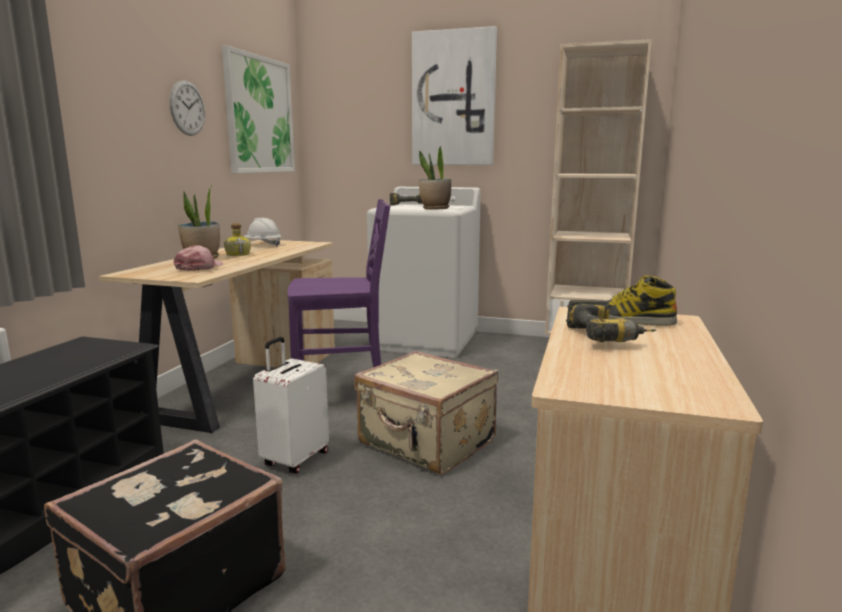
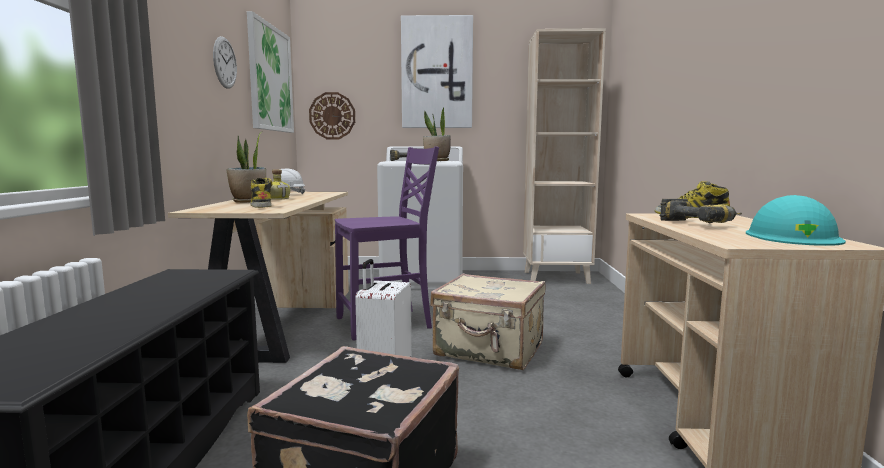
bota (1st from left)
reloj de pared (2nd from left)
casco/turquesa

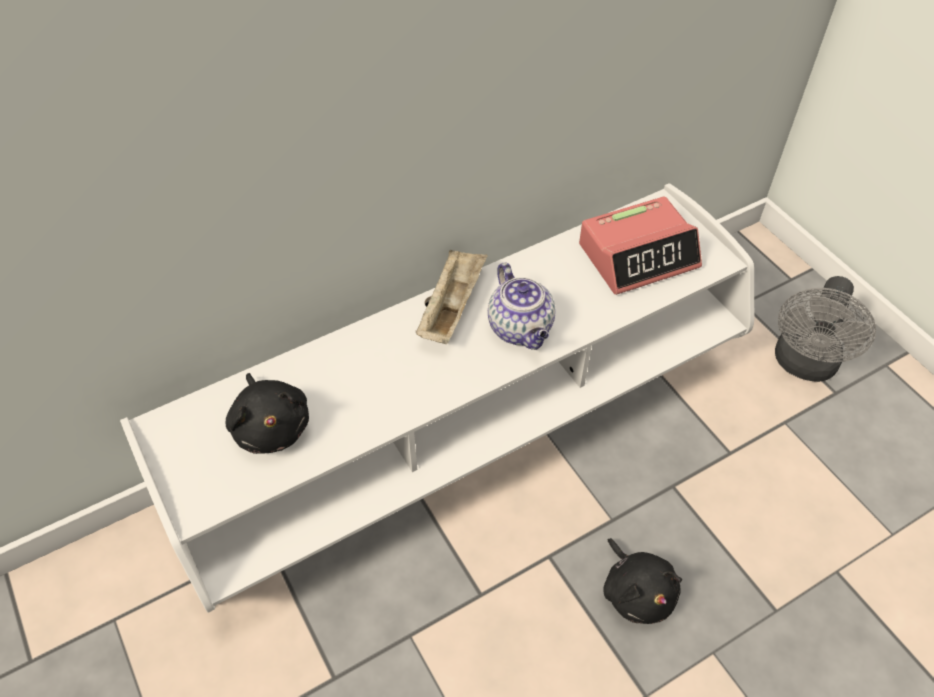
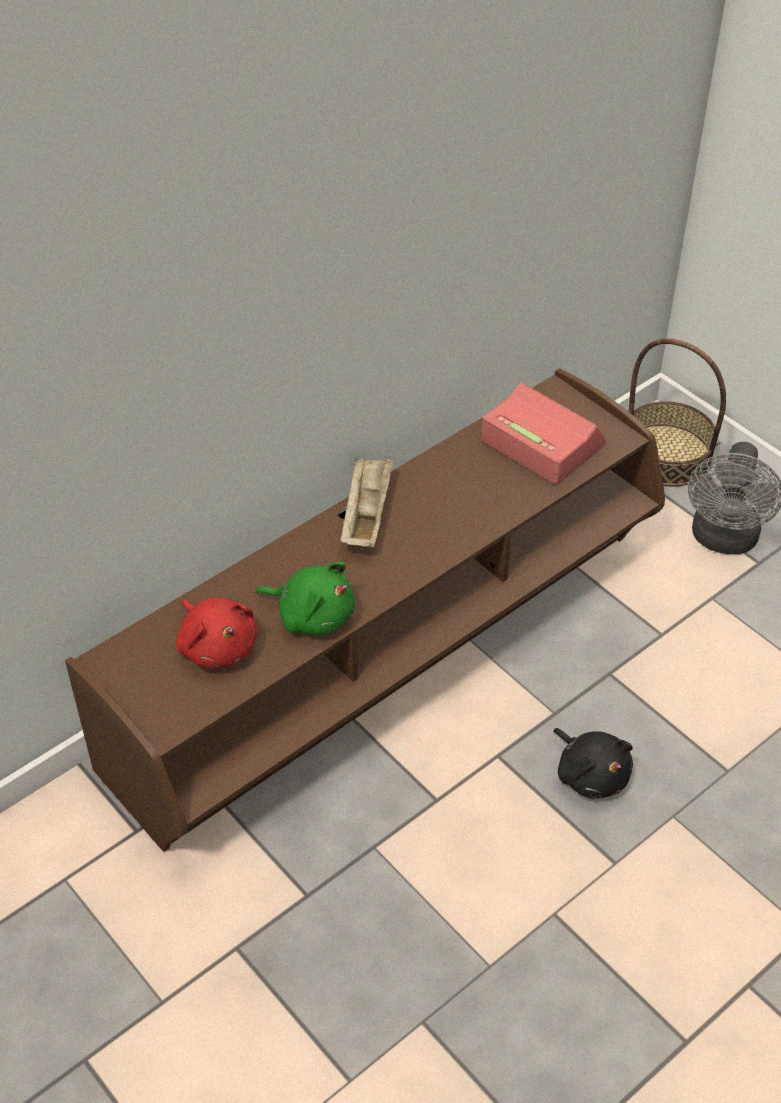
mueble de televisión/marrón
peluche/rojo
tetera
despertador
peluche/verde
cesta

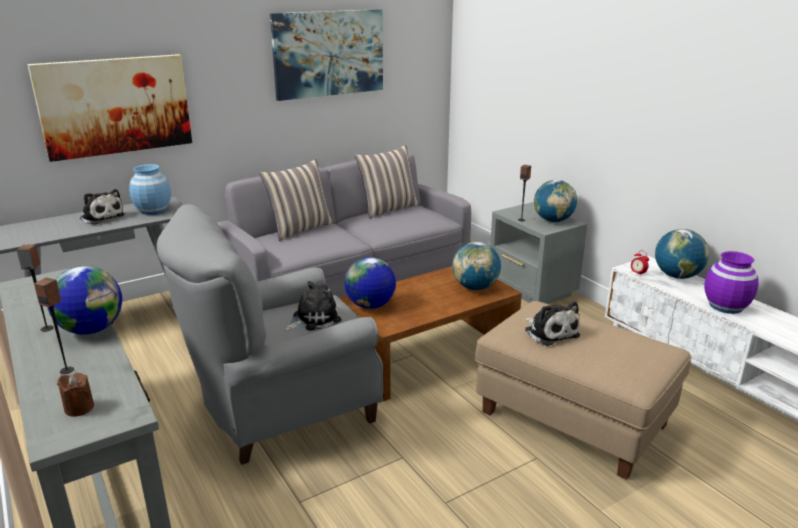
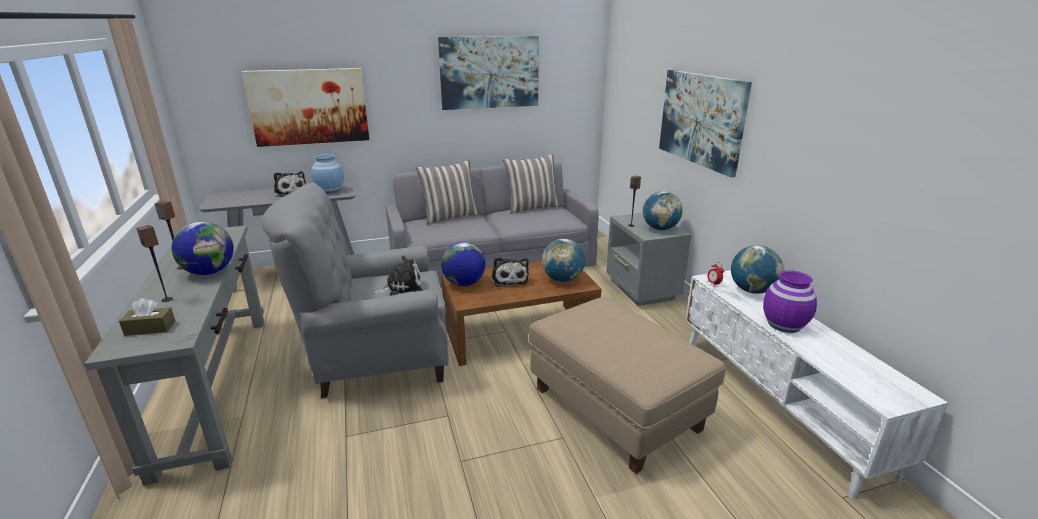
caja de pañuelos/marrón
peluche (3rd from left)
cuadro (3rd from left)

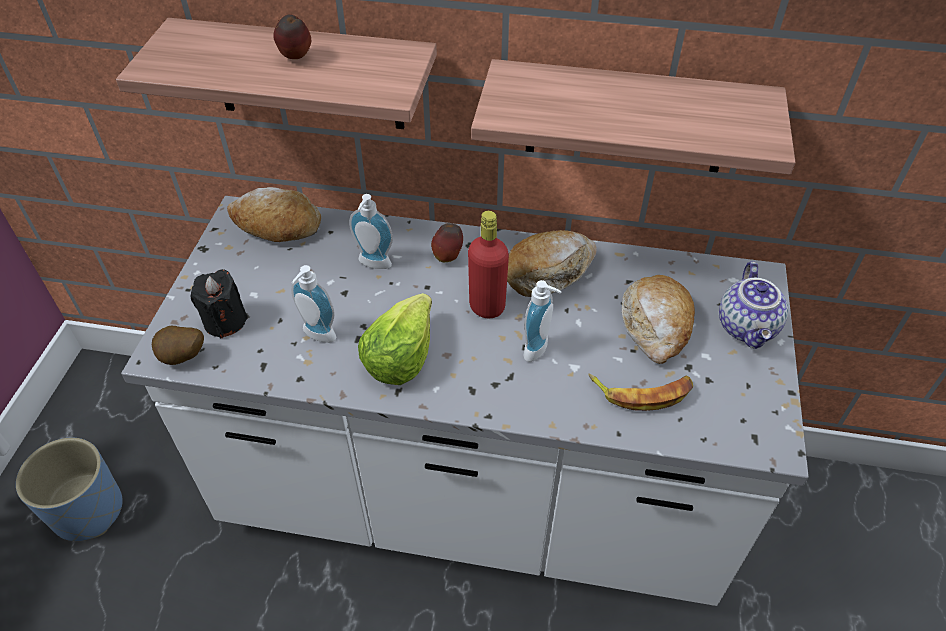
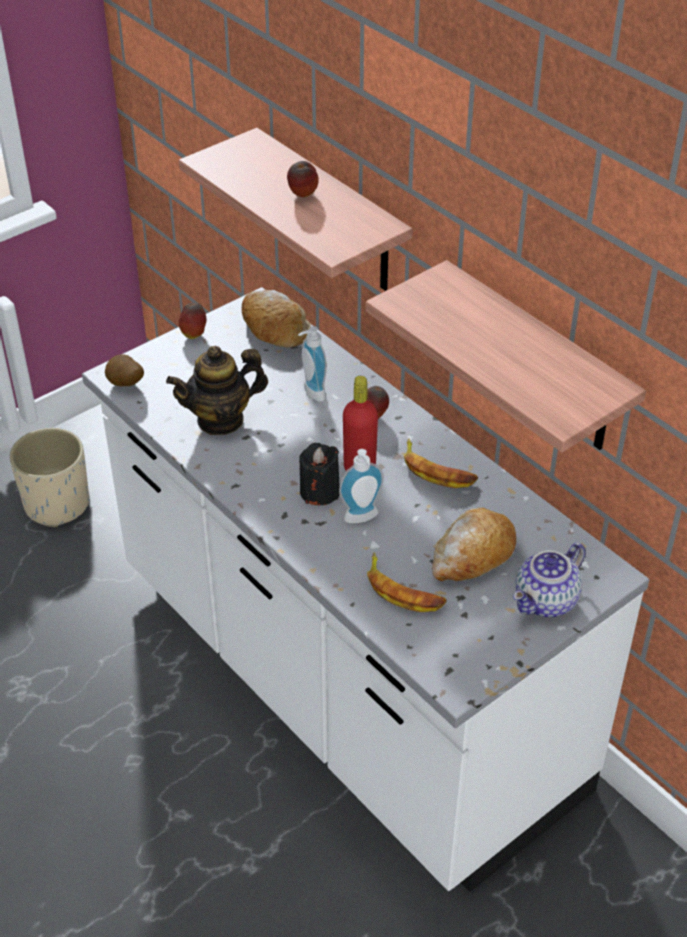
maceta/beis
vela/negro
tetera (1st from left)
lechuga
plátano (2nd from left)
manzana (1st from left)

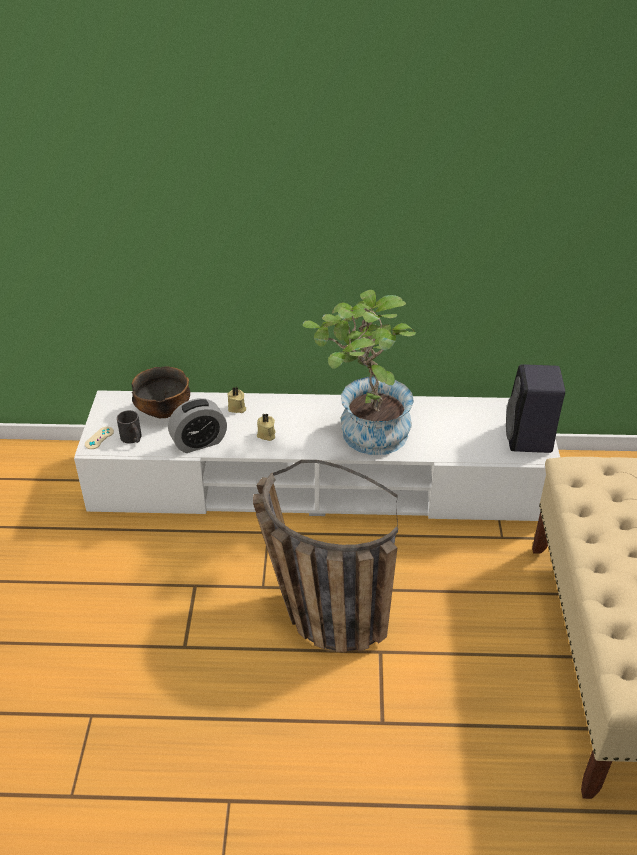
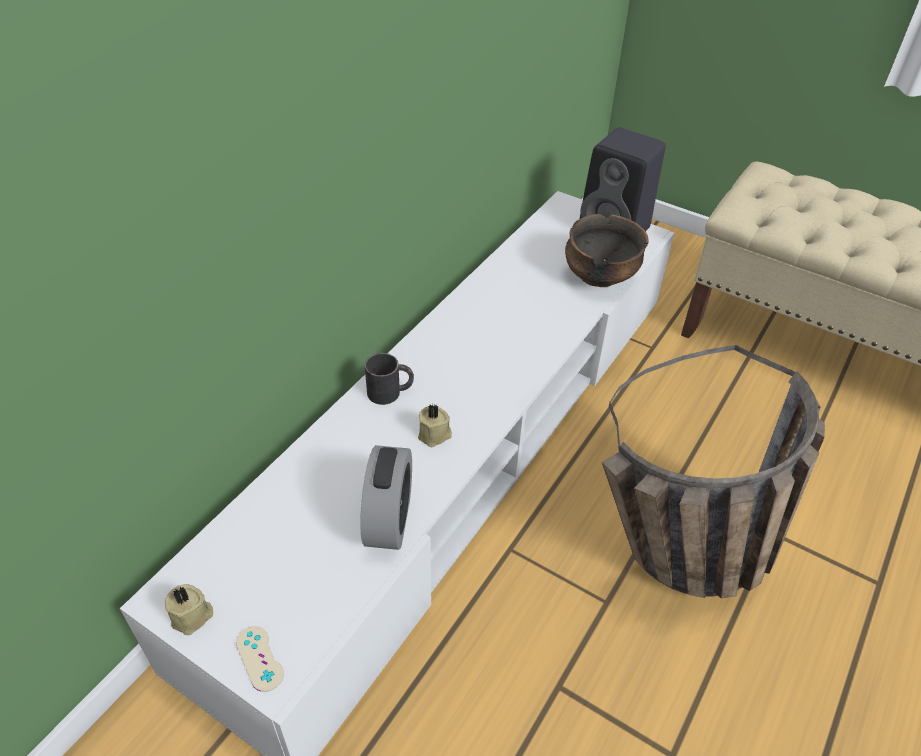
taza grande/negro
cuenco
vela/beis (1st from left)
planta en maceta

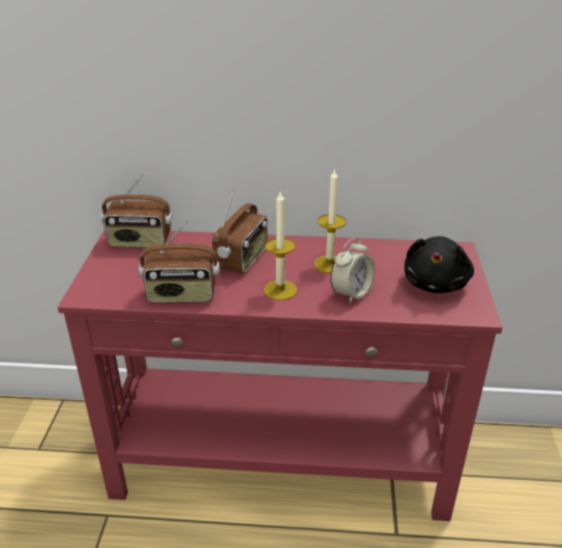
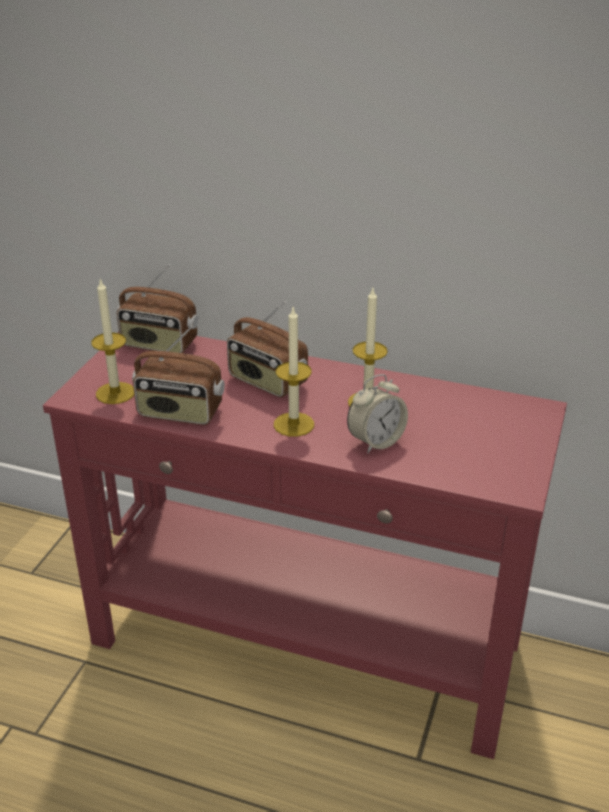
radio (3rd from left)
peluche/negro
vela (1st from left)

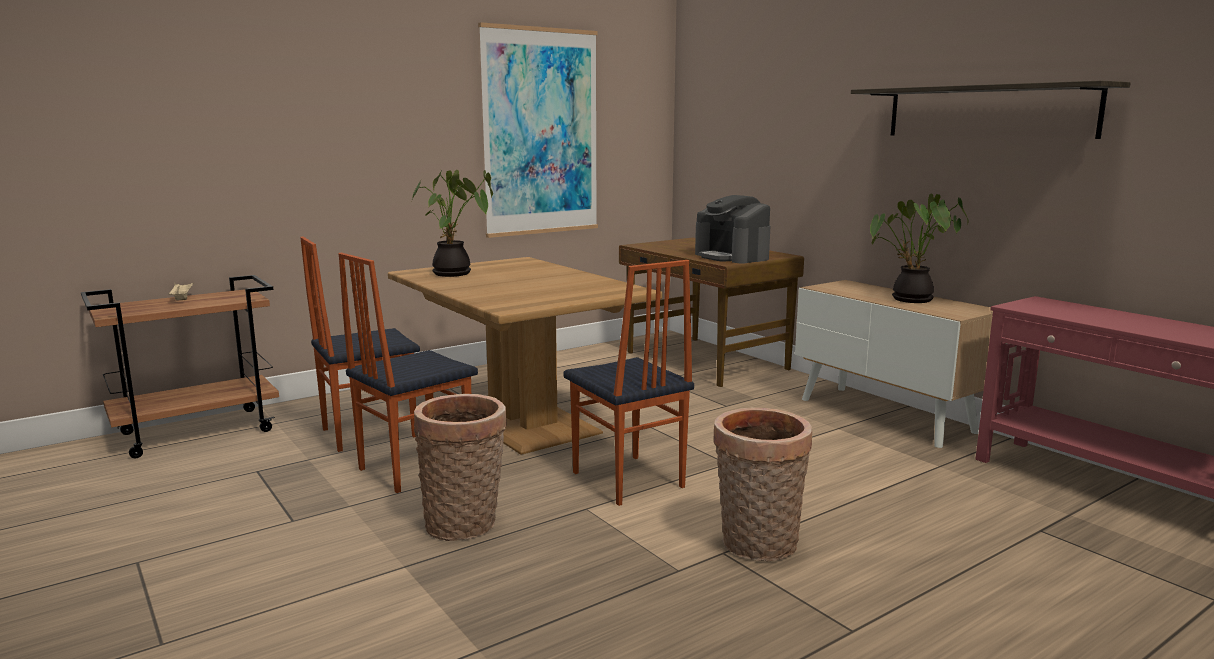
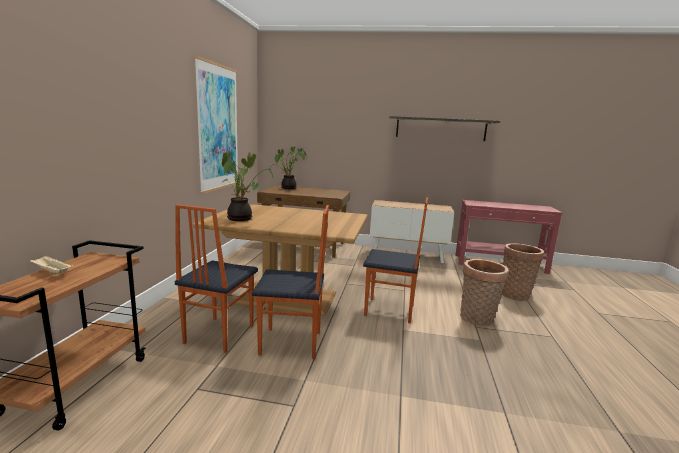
silla (2nd from left)
cesta (2nd from left)
cafetera
planta en maceta (2nd from left)

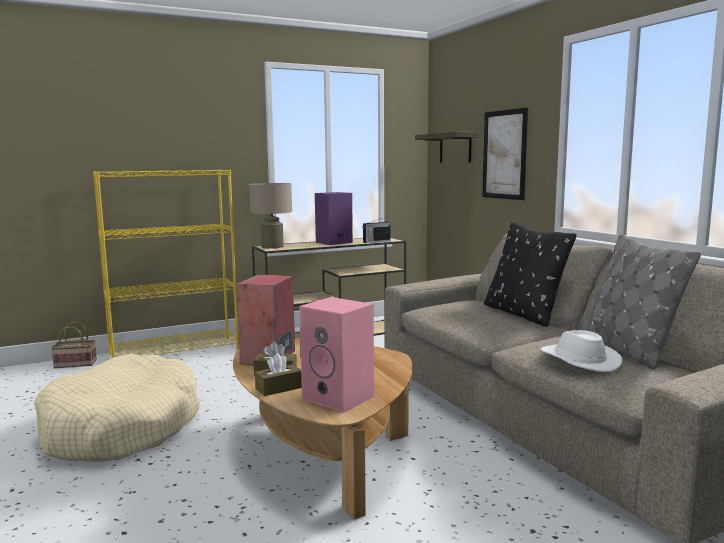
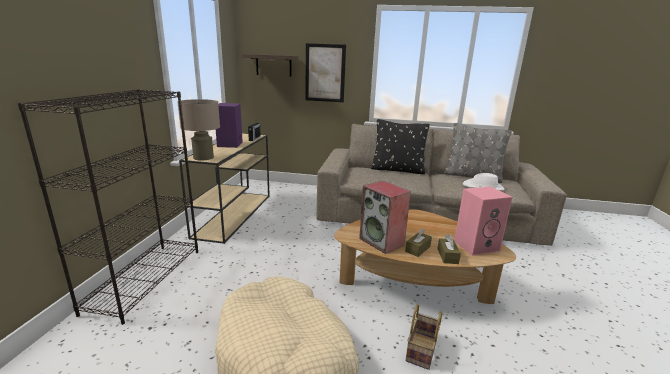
cesta
estantería/negro

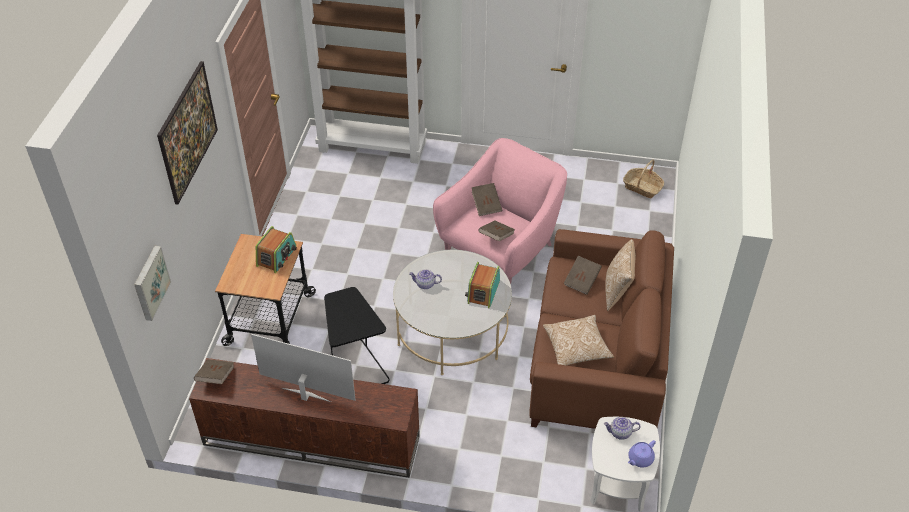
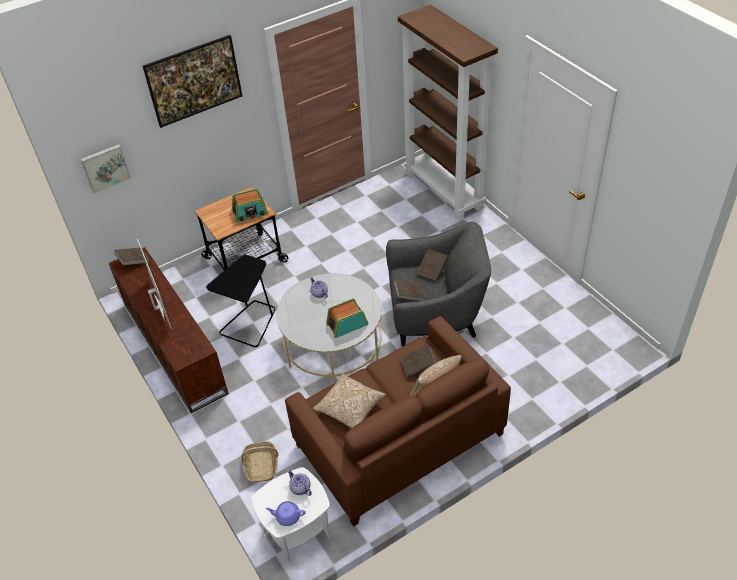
sillón/gris
cesta

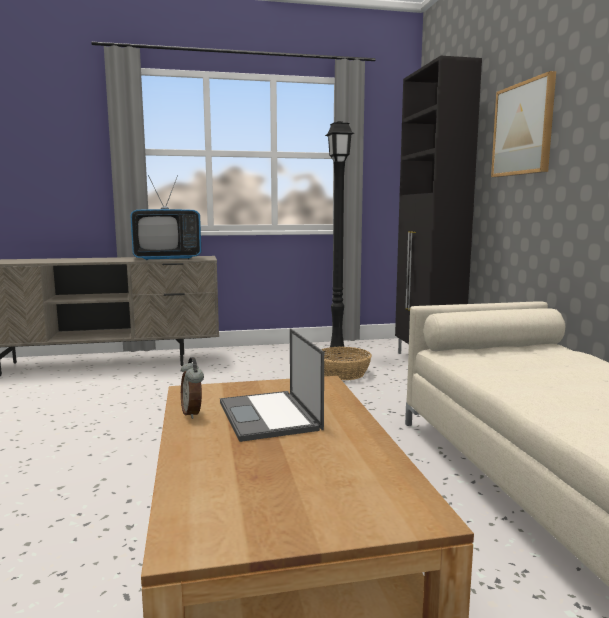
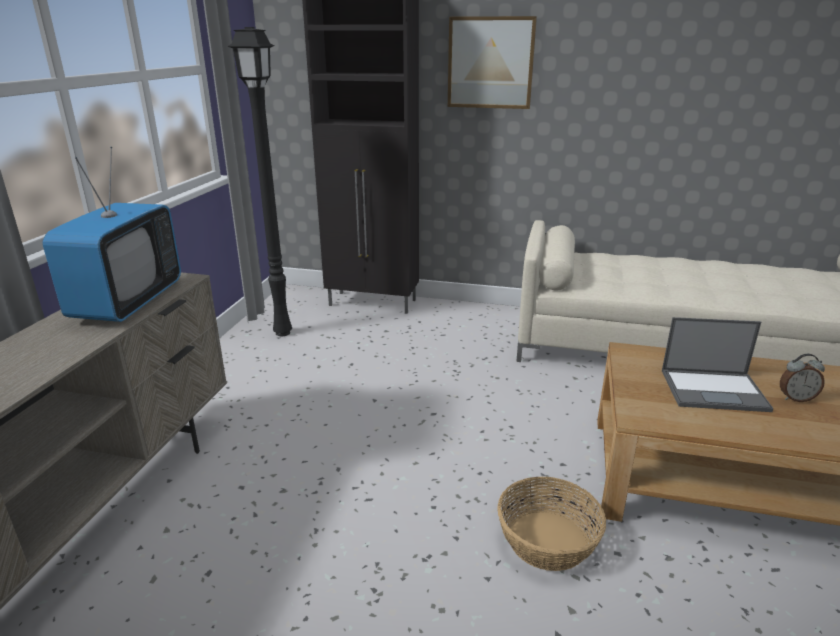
despertador
cesta

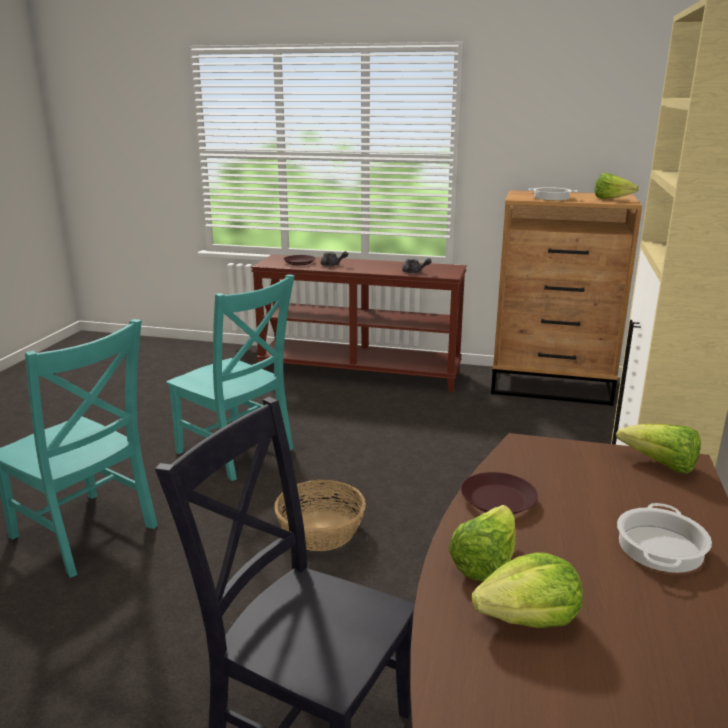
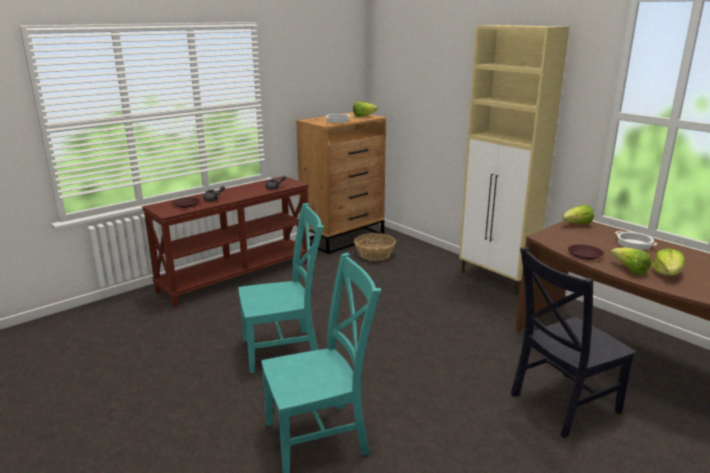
cesta

